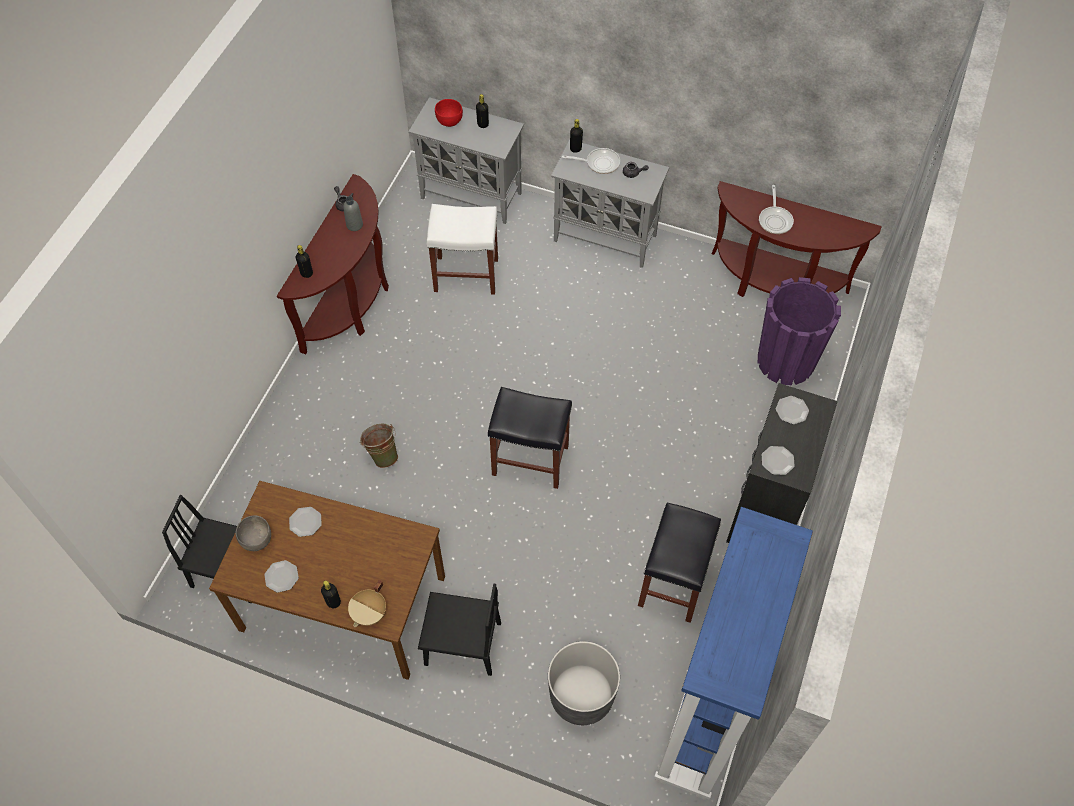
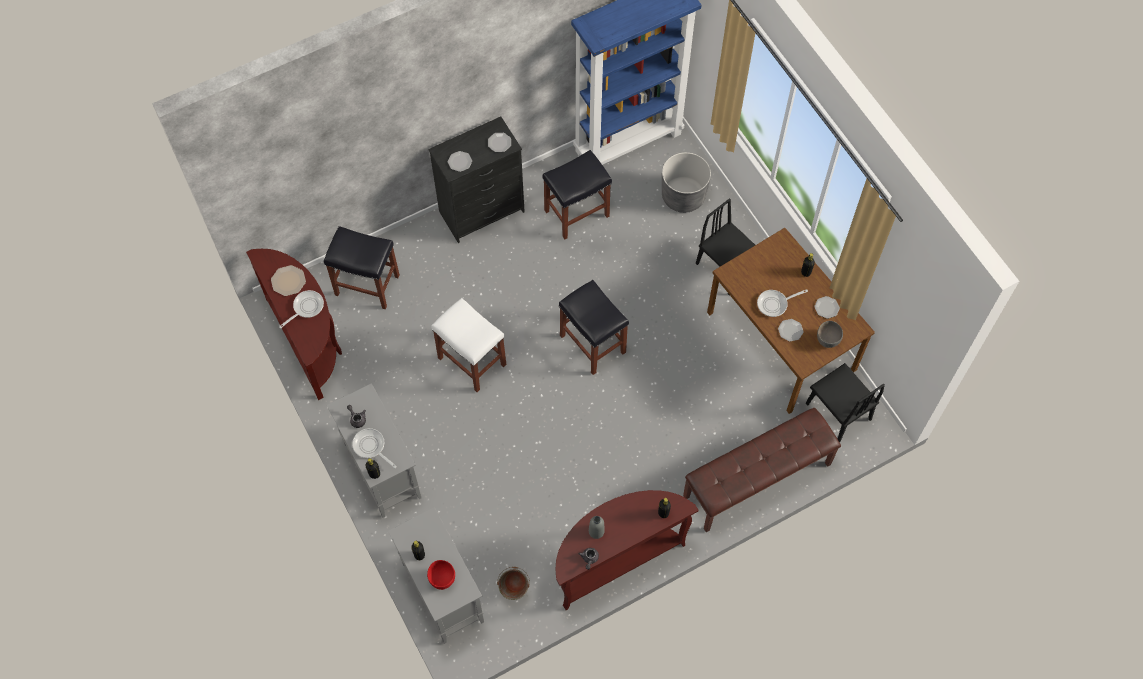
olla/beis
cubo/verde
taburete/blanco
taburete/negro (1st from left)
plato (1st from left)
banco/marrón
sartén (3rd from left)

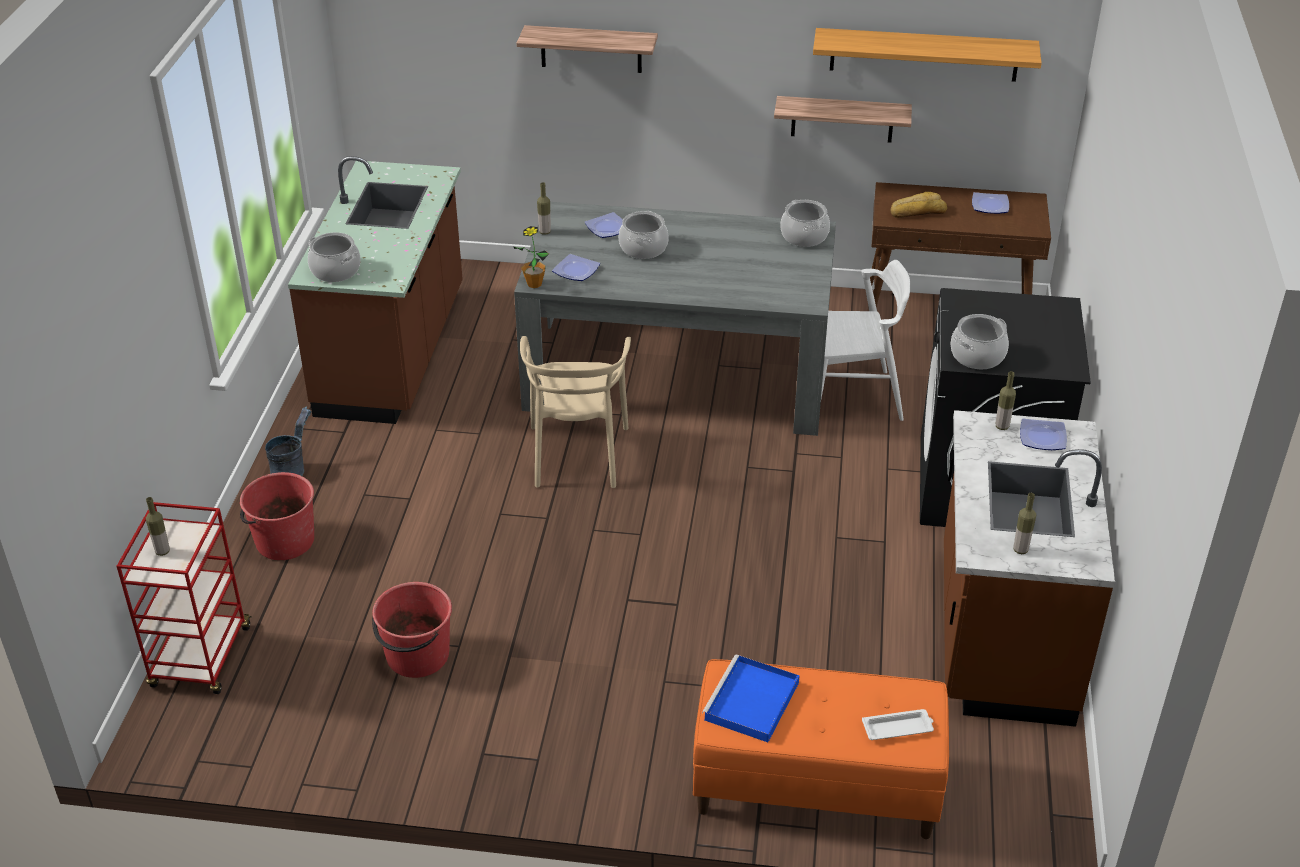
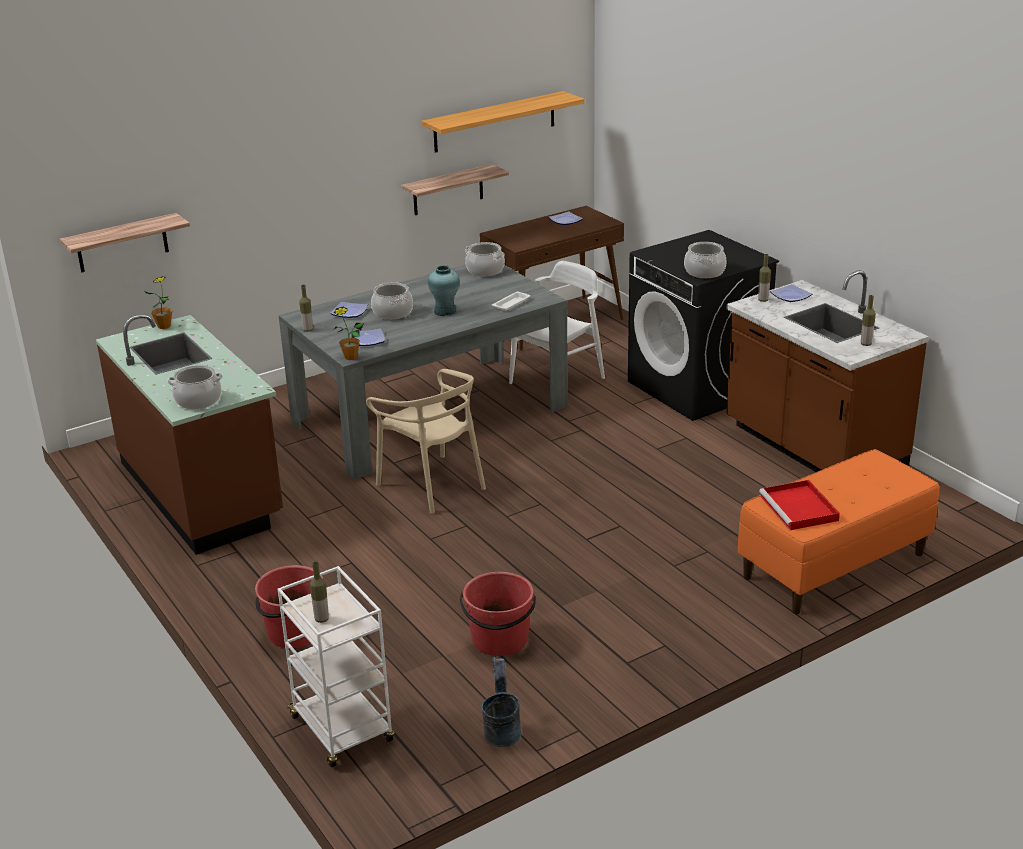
carrito/blanco
cubo/gris
estante (1st from left)
bandeja/rojo
bandeja/blanco
pan
planta en maceta (1st from left)
florero/turquesa

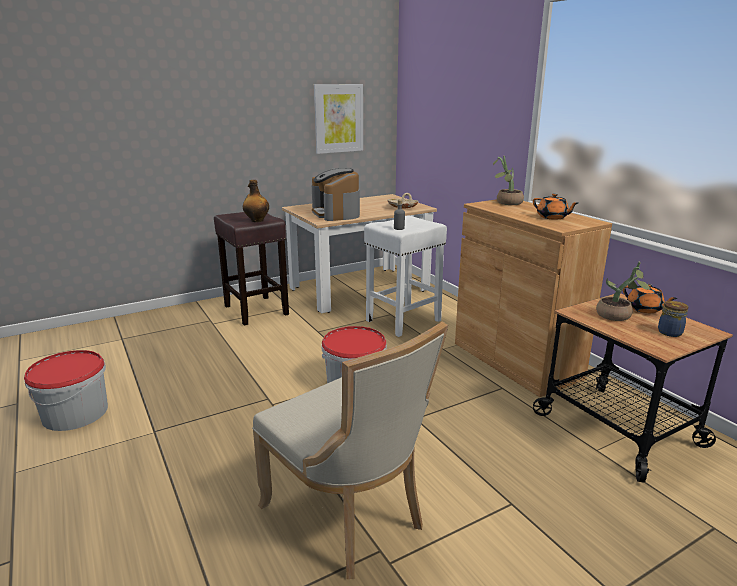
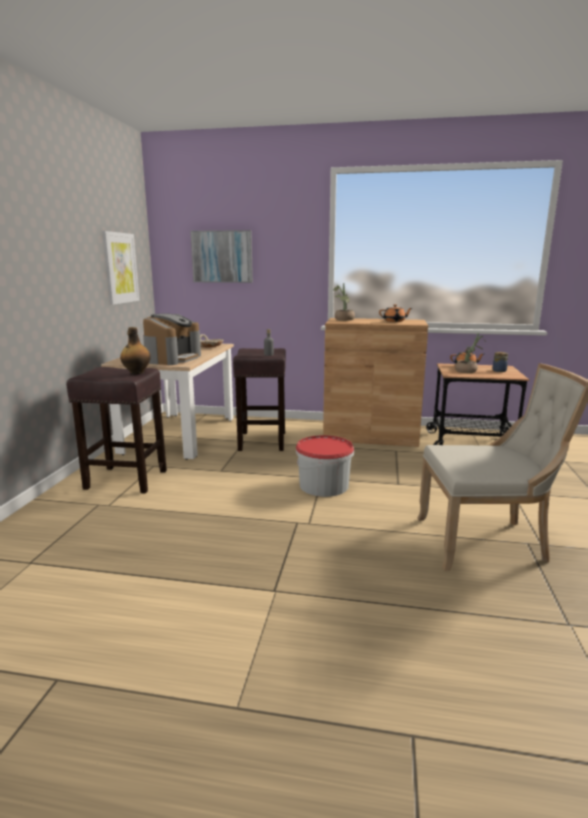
cubo (1st from left in the first image)
cafetera
taburete/marrón (2nd from left)
cuadro (2nd from left)

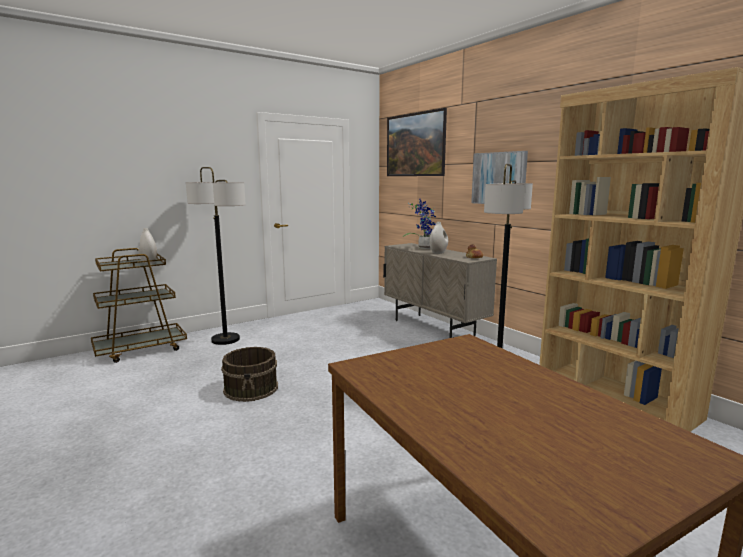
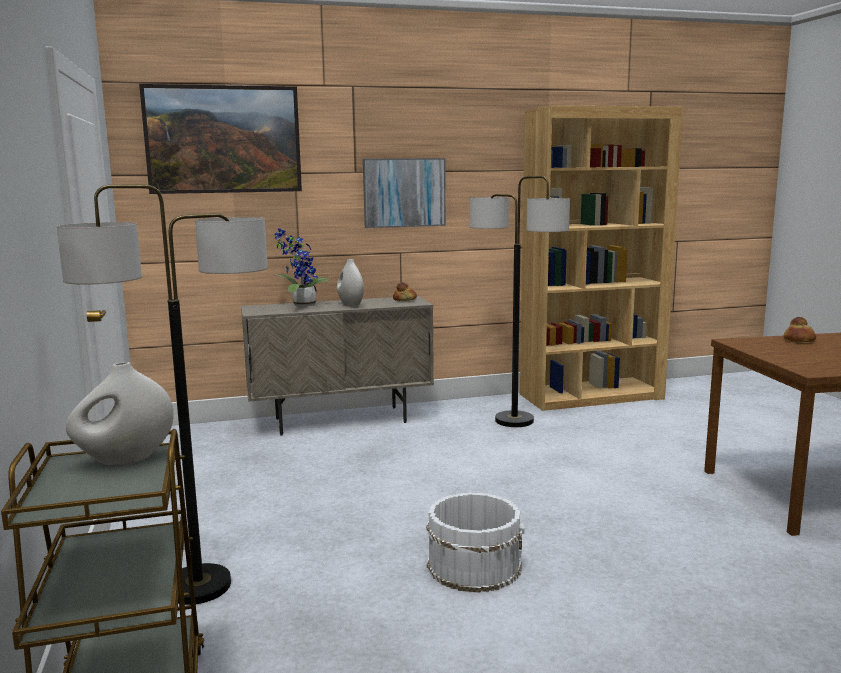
cubo/blanco
pan (2nd from left)

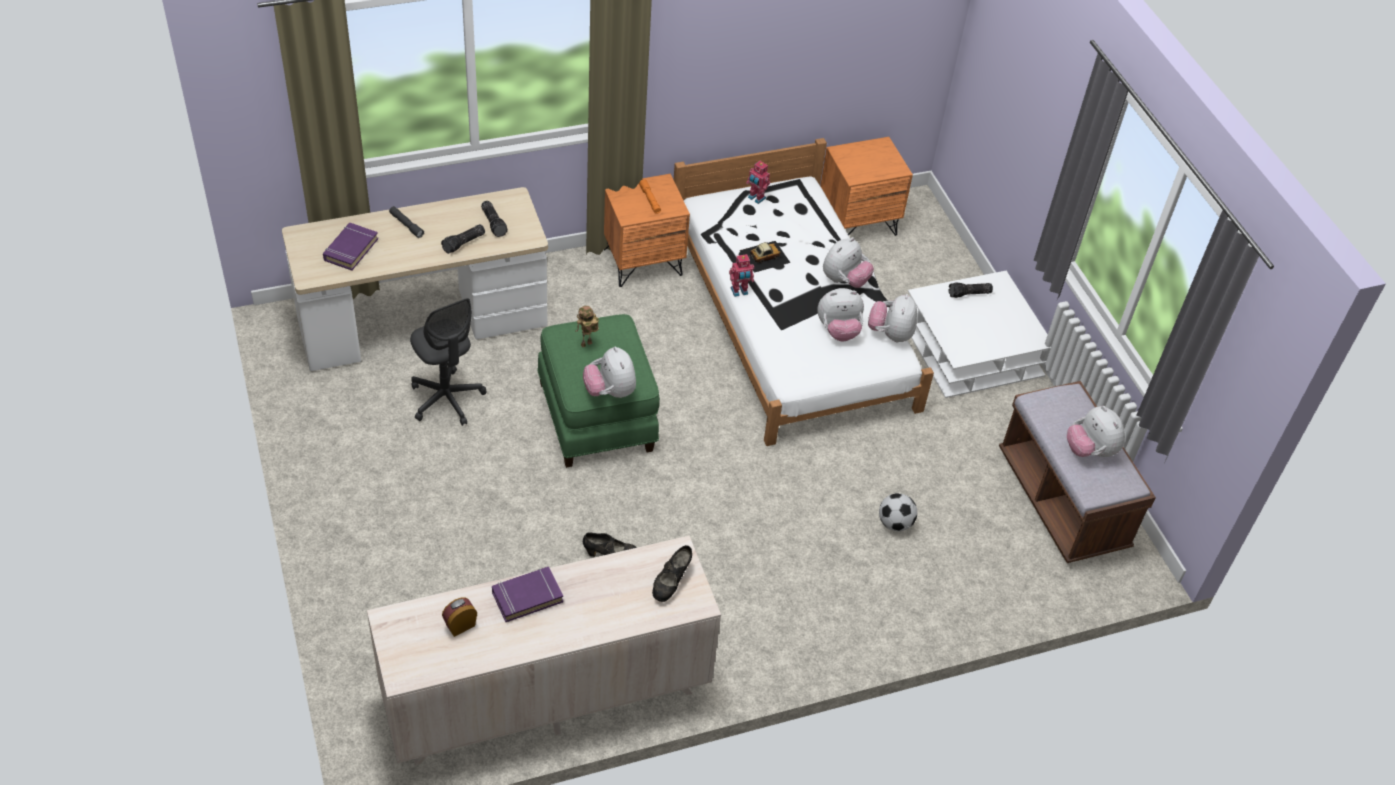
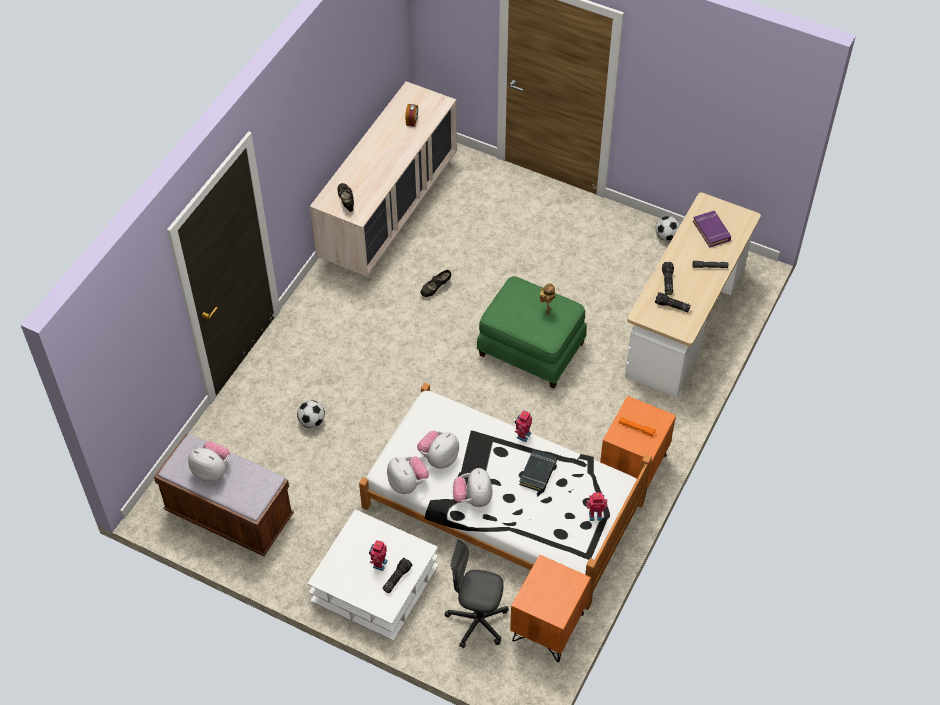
silla de oficina/gris
libro/morado (2nd from left in the first image)
peluche (1st from left in the first image)
libro/negro
robot de juguete (1st from left)
balón de fútbol (2nd from left)

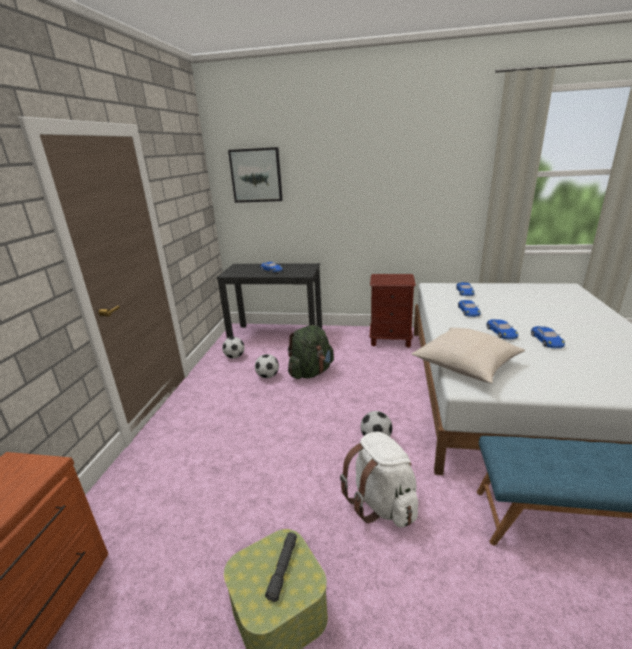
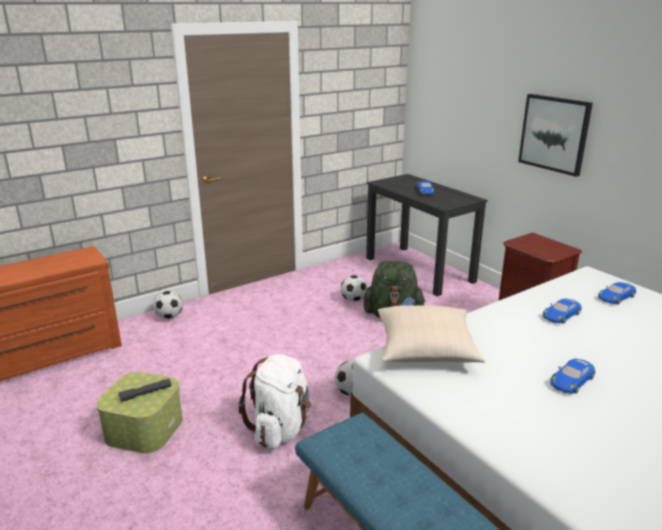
balón de fútbol (1st from left)
cuadro
coche de juguete/azul (4th from left in the first image)

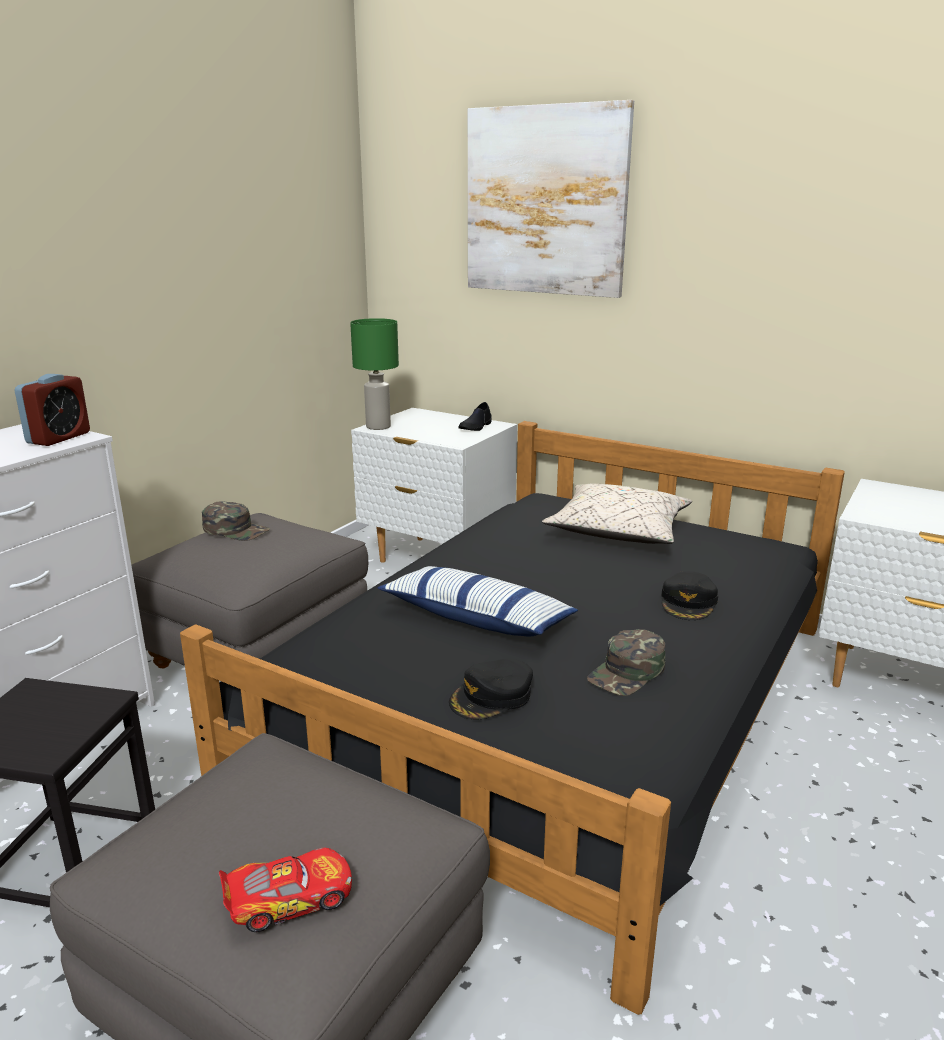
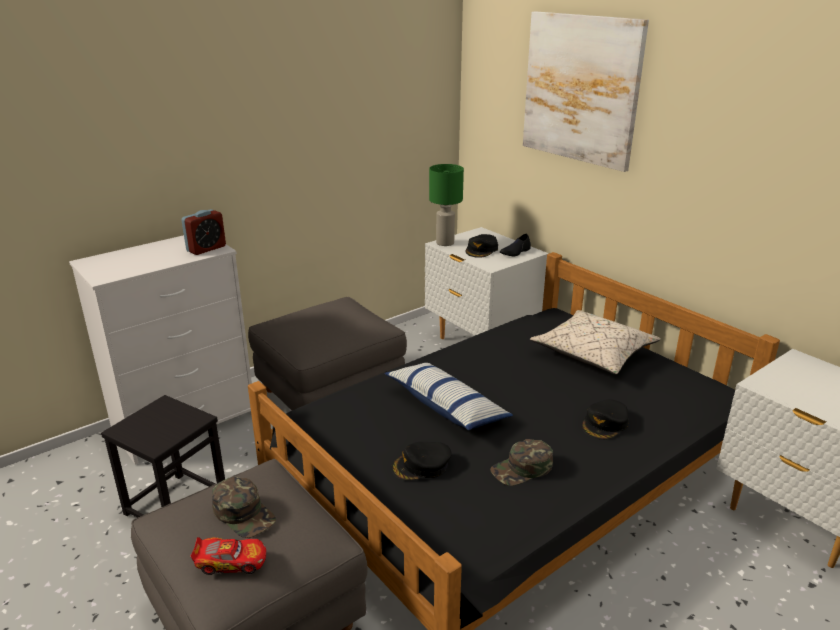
gorra/verde (1st from left)
gorra/negro (2nd from left)

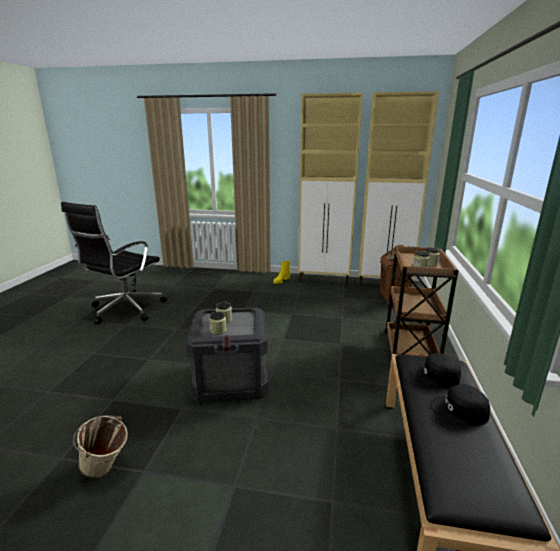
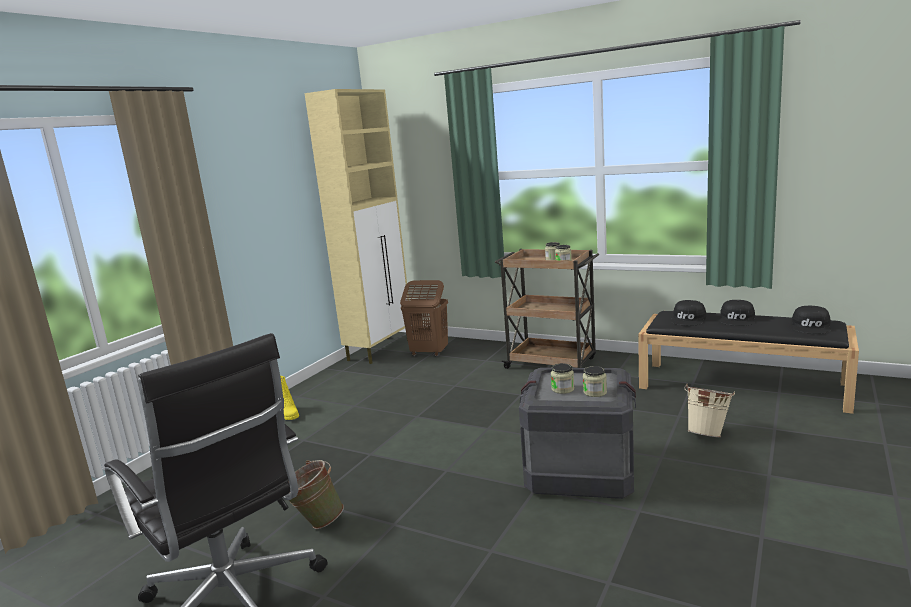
cubo/beis
armario/beis (1st from left in the first image)
cubo/verde
gorra/negro (3rd from left)

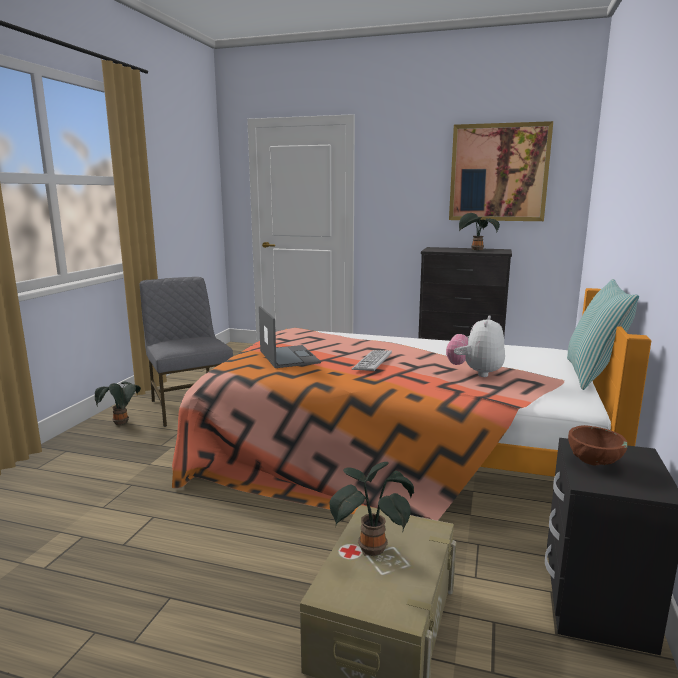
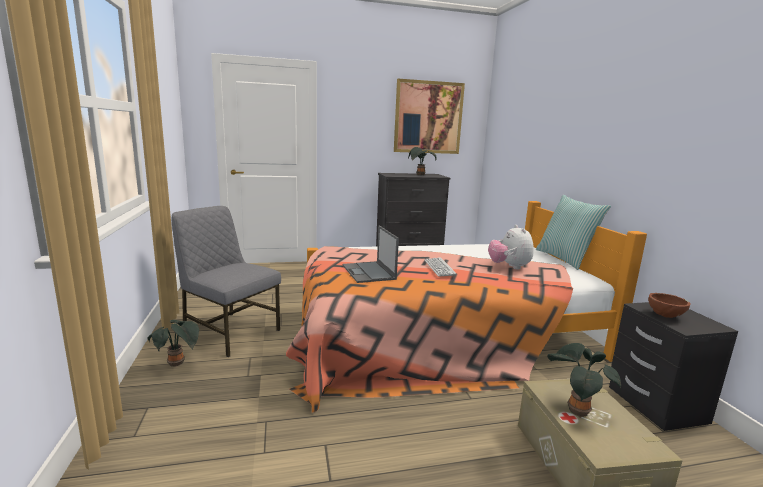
portátil

